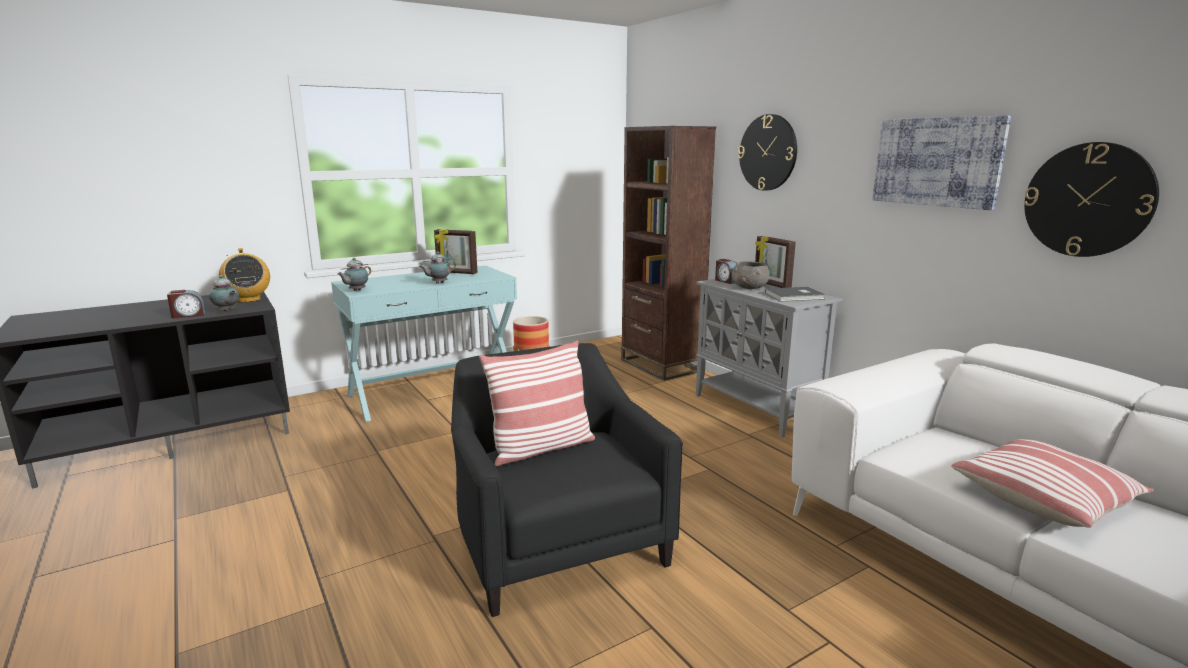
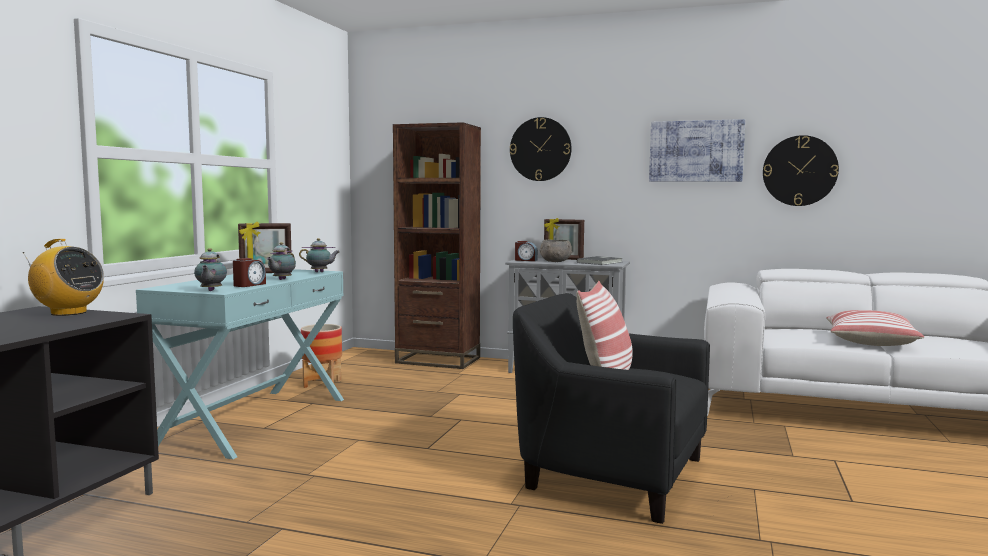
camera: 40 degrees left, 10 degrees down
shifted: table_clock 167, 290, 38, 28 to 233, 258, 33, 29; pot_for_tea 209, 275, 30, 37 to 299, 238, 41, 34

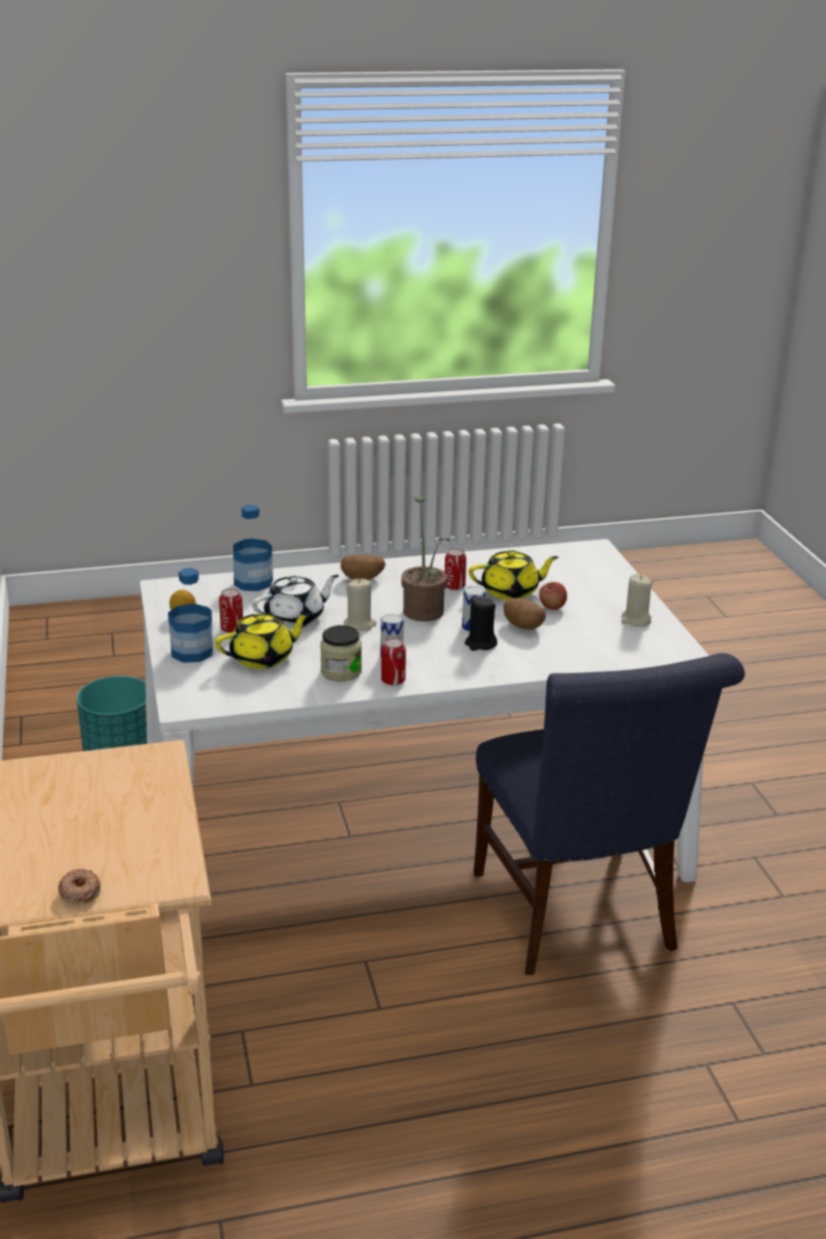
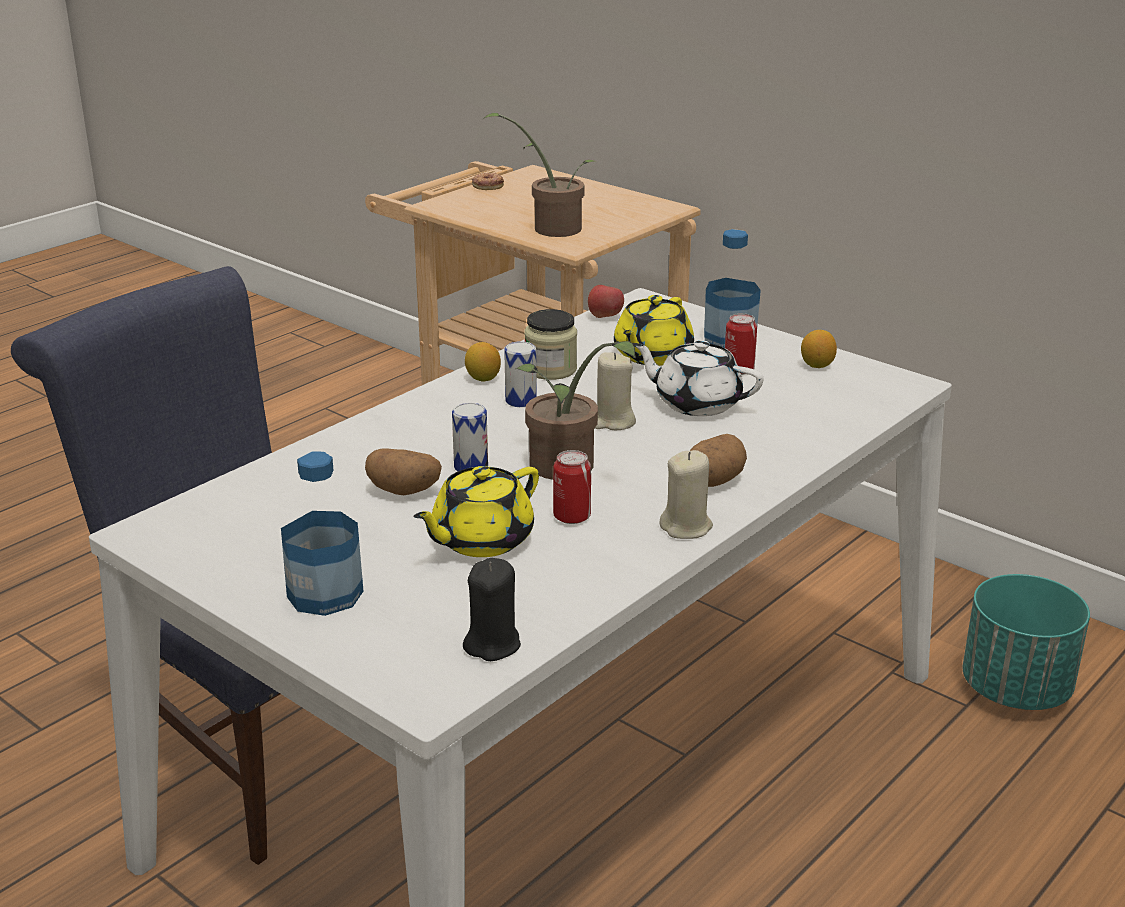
camera: 145 degrees right, 0 degrees up
new: plant_in_a_pot 482, 113, 117, 124
shifted: drink_bottle 233, 504, 40, 87 to 281, 451, 82, 165; black_candle 465, 597, 32, 54 to 463, 558, 58, 103; whole_apple 539, 582, 28, 28 to 588, 285, 36, 33; sand-coloured_candle 621, 574, 32, 53 to 660, 450, 53, 89
swapped: metal_can 381, 638, 25, 48 to lemon 465, 342, 36, 40
rotated: whitish_pot_for_tea 252, 575, 87, 53 = 633, 340, 131, 76 90 degrees clockwise

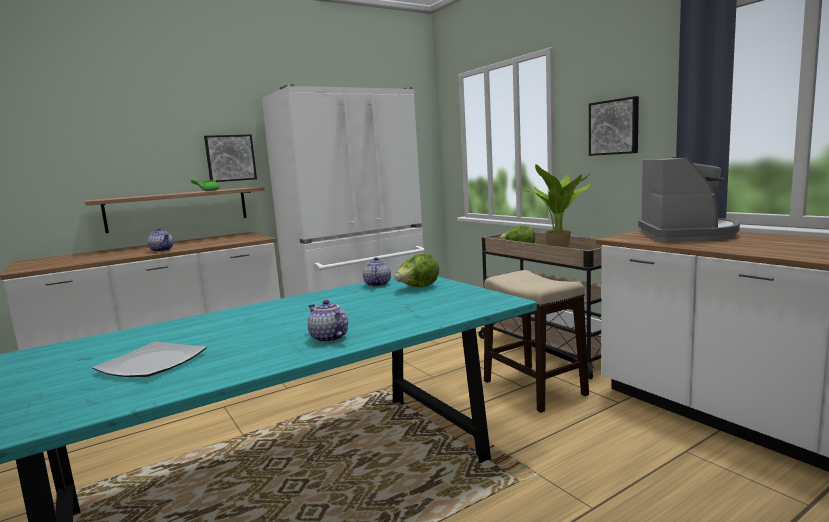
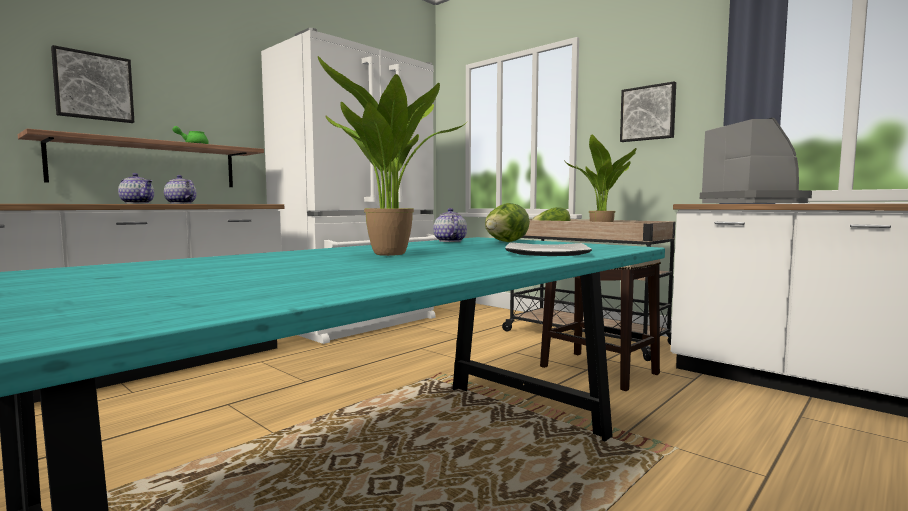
camera: 15 degrees left, 5 degrees down
new: plant_in_a_pot 318, 56, 150, 200
shifted: plate 92, 341, 115, 36 to 505, 242, 87, 14; wall_art 204, 134, 53, 48 to 51, 45, 83, 78; pot_for_tea 307, 300, 41, 43 to 164, 175, 32, 29

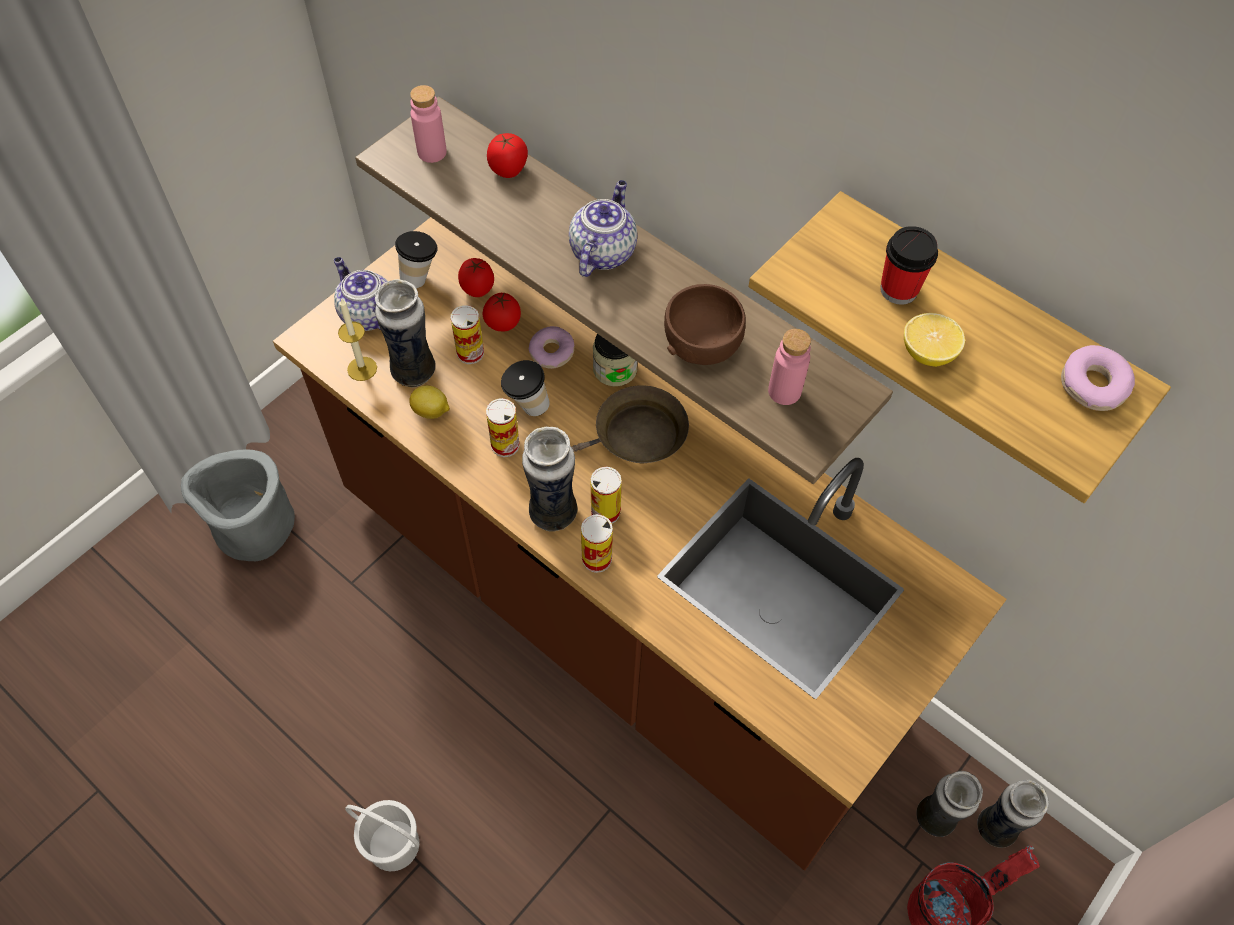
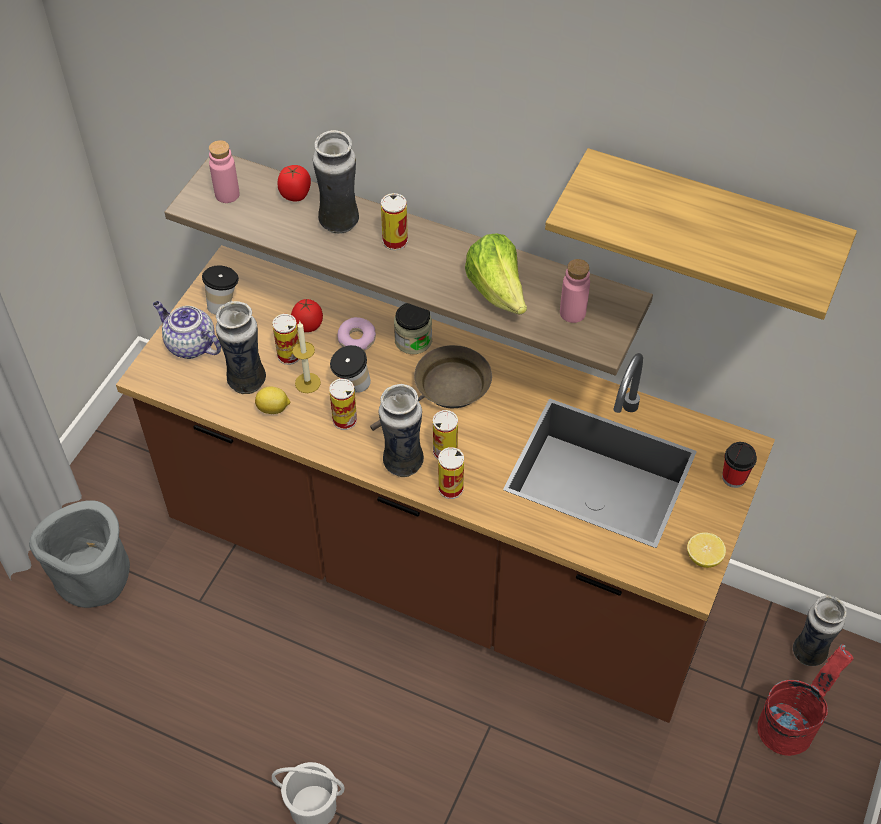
camera: 15 degrees left, 5 degrees down
gone: tomato 458, 258, 36, 39; ring_doughnut 1061, 345, 74, 66
shifted: candle 338, 298, 39, 83 to 292, 322, 29, 71; small_cup 880, 226, 58, 79 to 722, 442, 35, 46; lemon 904, 313, 61, 54 to 687, 532, 39, 36; vase 916, 771, 67, 66 to 313, 130, 46, 104
swapped: pot_for_tea 569, 180, 68, 97 to metal_can 381, 193, 27, 58; brown_bowl 664, 284, 82, 81 to lettuce 465, 233, 62, 82

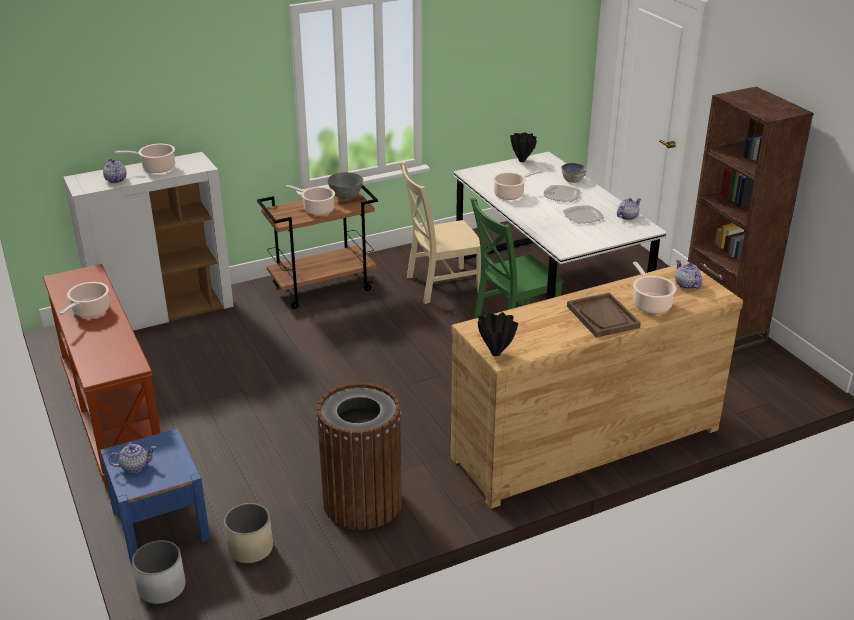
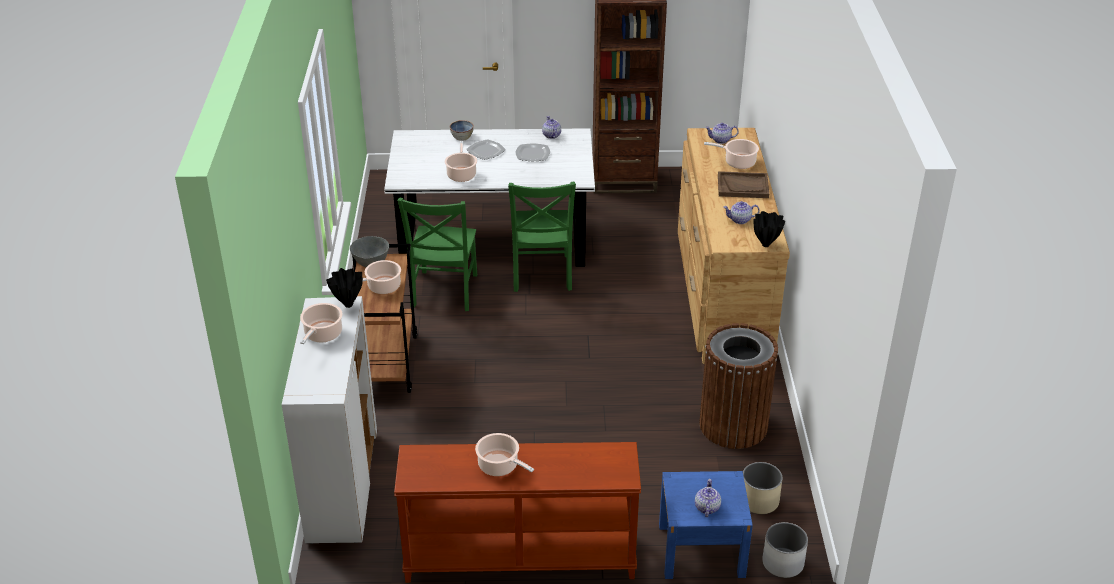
camera: 65 degrees left, 5 degrees up
shifted: pot_for_tea 103, 159, 23, 24 to 723, 201, 37, 23; black_vase 510, 132, 27, 30 to 326, 268, 37, 40
repainted: sand-coloured_plain_chair 400, 162, 81, 142 to green-coloured_plain_chair 397, 198, 80, 113

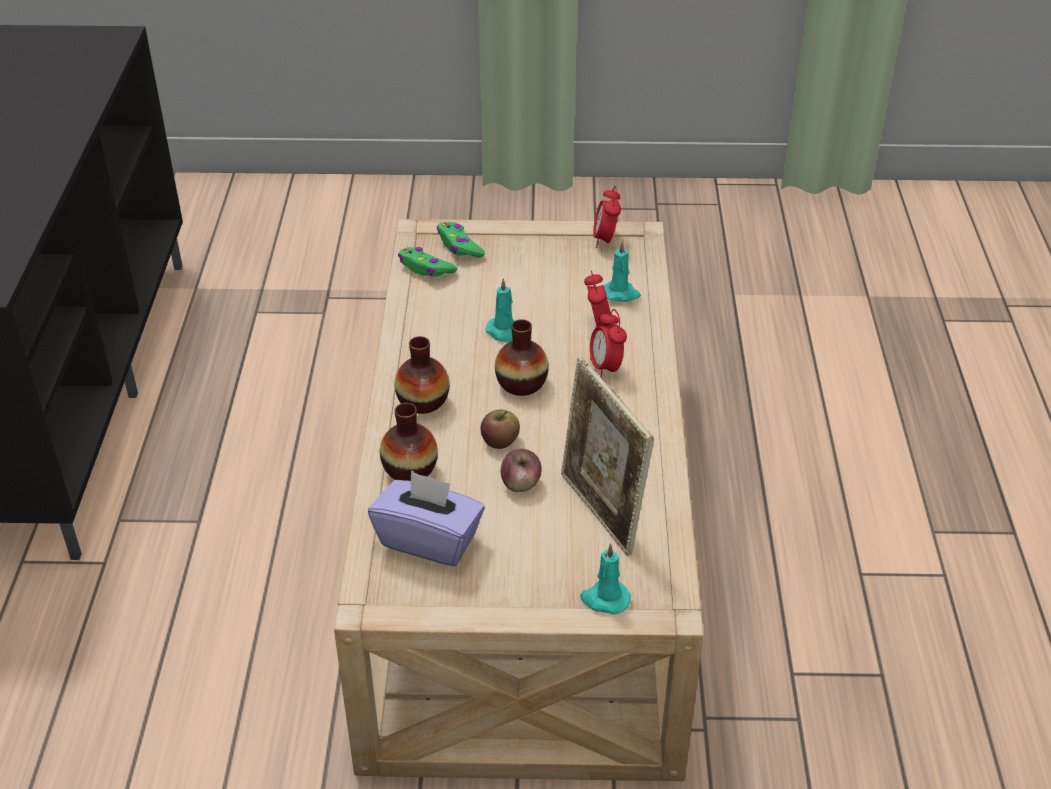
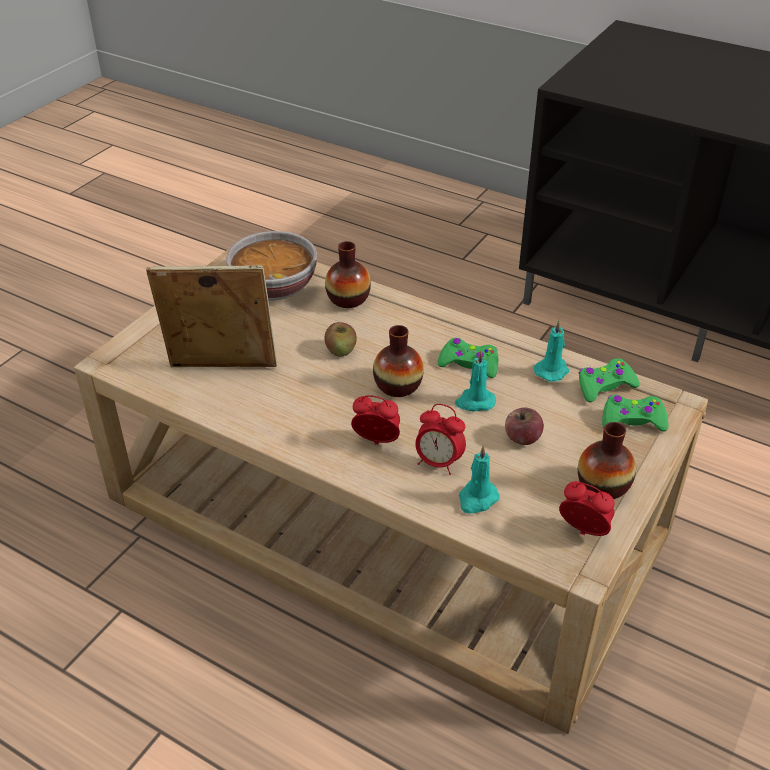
camera: 120 degrees right, 0 degrees up
new: green-coloured_joypad 437, 338, 61, 40
shifted: vase 394, 336, 56, 78 to 578, 422, 58, 77; whole_apple 501, 449, 41, 43 to 505, 408, 39, 37; blue-green_candle 580, 543, 51, 71 to 534, 321, 35, 61
swapped: purple_tissue_box 368, 471, 117, 95 to bowl 226, 231, 91, 69

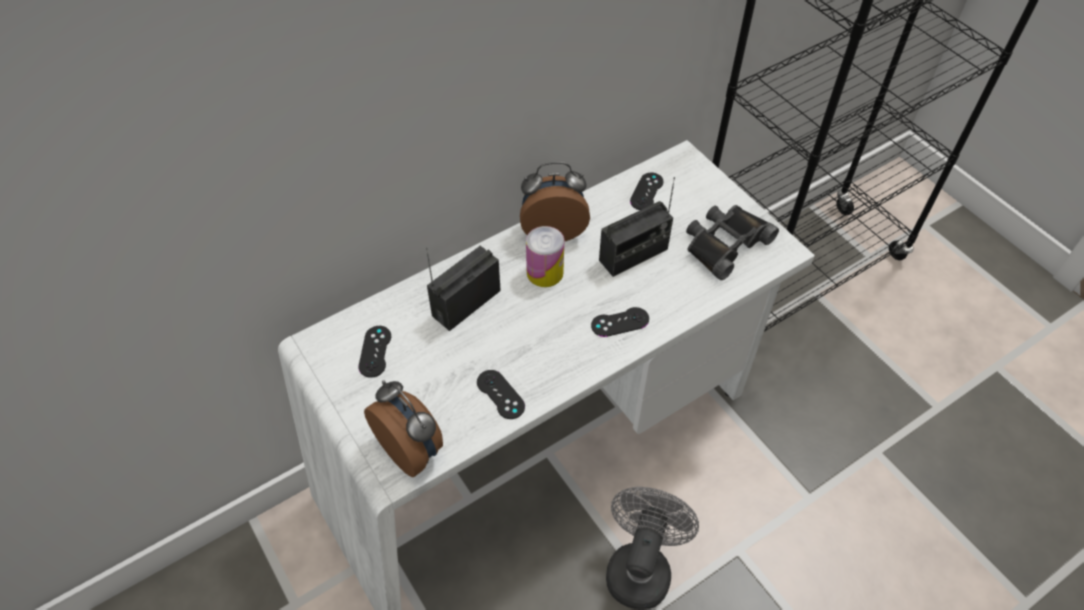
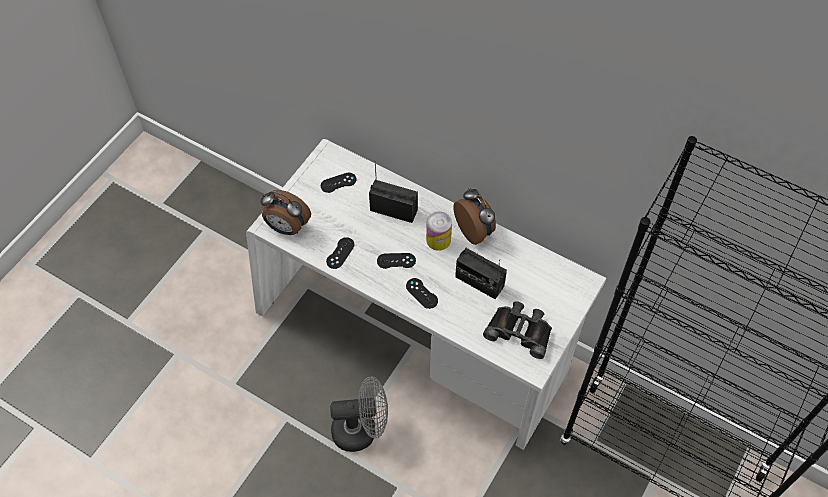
camera: 65 degrees right, 5 degrees up
shifted: black_joypad 630, 173, 34, 37 to 377, 253, 39, 16
rotated: table_clock 364, 380, 79, 97 = 261, 190, 50, 45 90 degrees clockwise

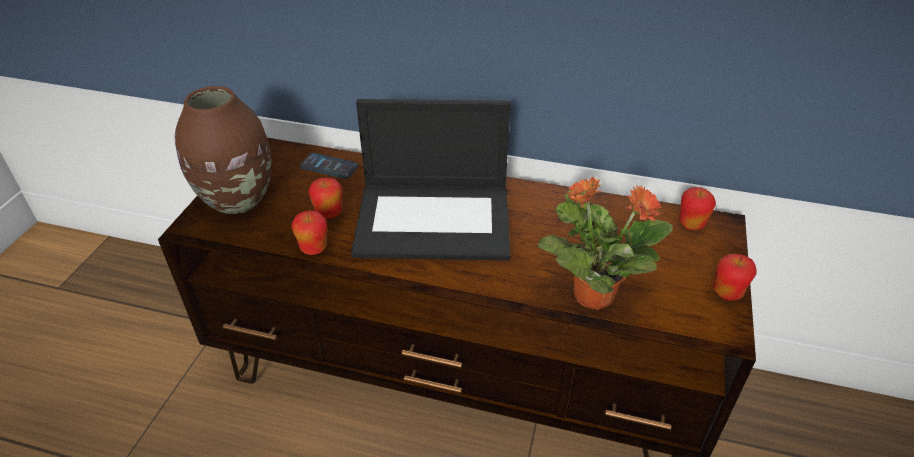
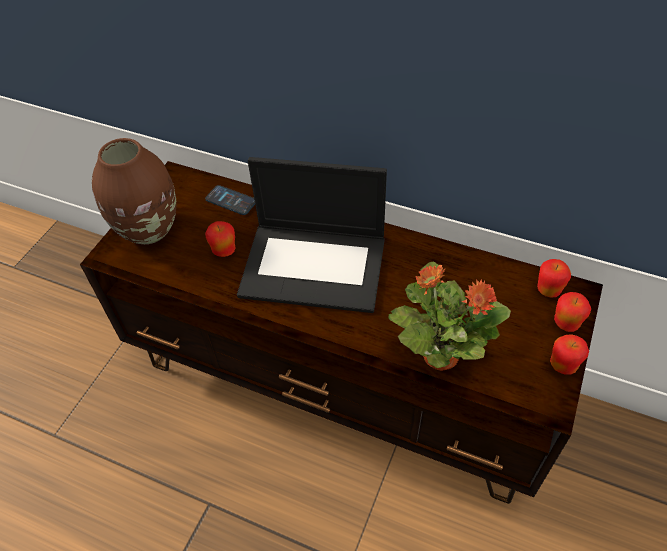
camera: 10 degrees right, 10 degrees up
shifted: whole_apple 292, 211, 35, 44 to 554, 292, 37, 40

